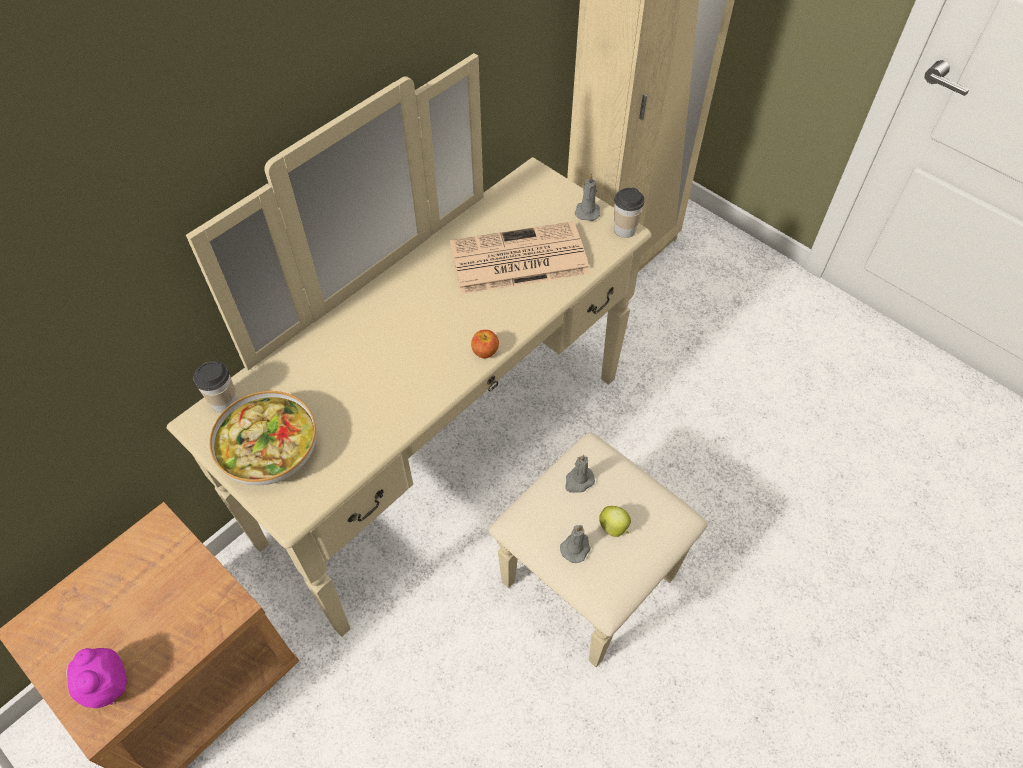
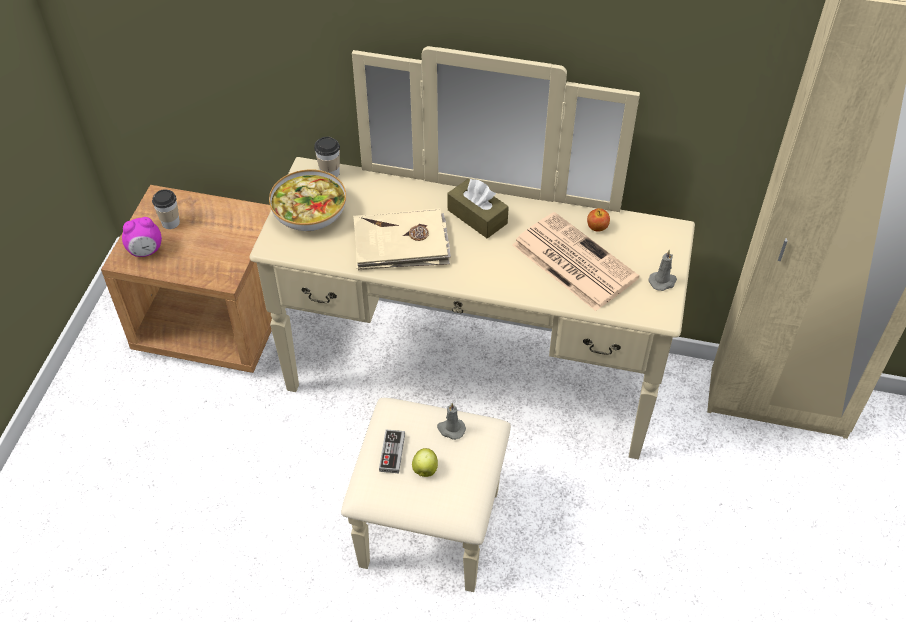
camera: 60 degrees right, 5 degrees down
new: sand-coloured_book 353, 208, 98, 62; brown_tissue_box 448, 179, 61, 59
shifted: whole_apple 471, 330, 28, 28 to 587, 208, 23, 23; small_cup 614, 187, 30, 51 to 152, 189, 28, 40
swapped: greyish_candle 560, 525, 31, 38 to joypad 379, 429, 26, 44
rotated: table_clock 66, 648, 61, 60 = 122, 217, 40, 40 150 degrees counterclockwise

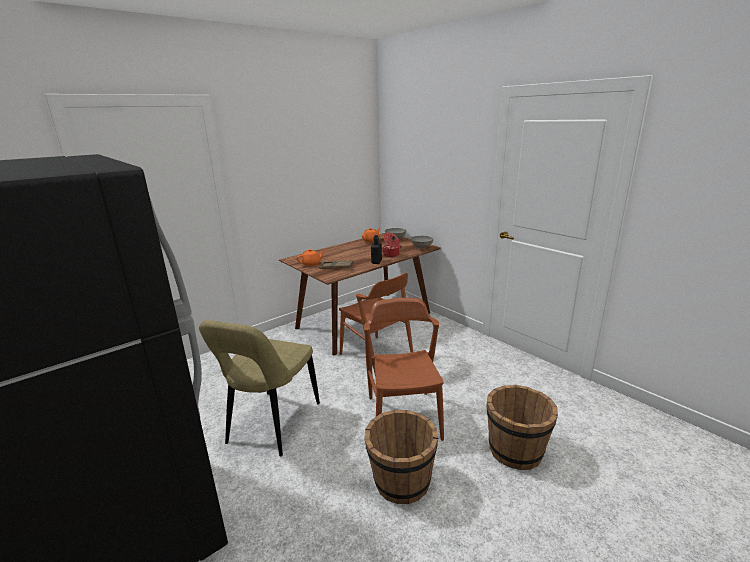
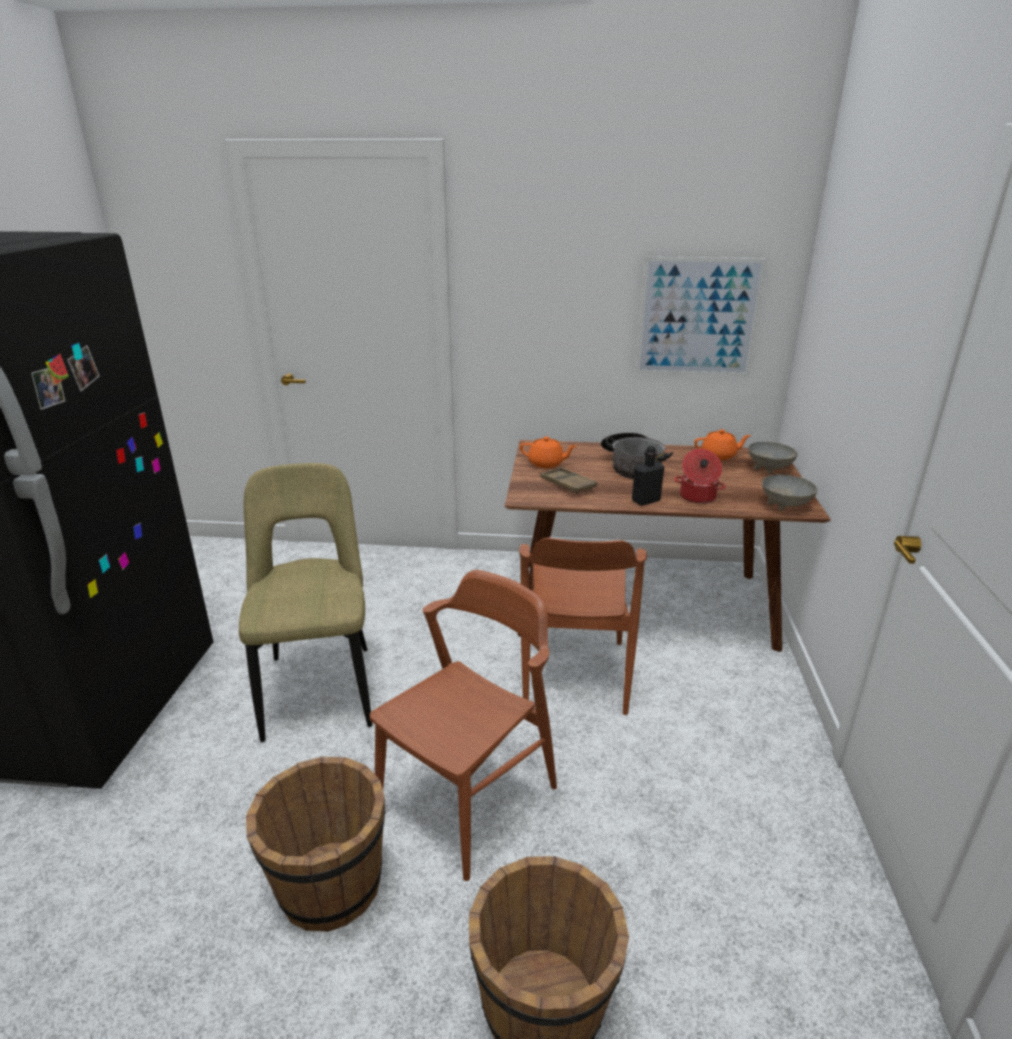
camera: 45 degrees right, 5 degrees up
new: cooking_pot 601, 432, 72, 47; wall_art 636, 257, 131, 119
rotated: sand-coloured_plain_chair 199, 320, 121, 137 = 239, 463, 133, 279 105 degrees clockwise

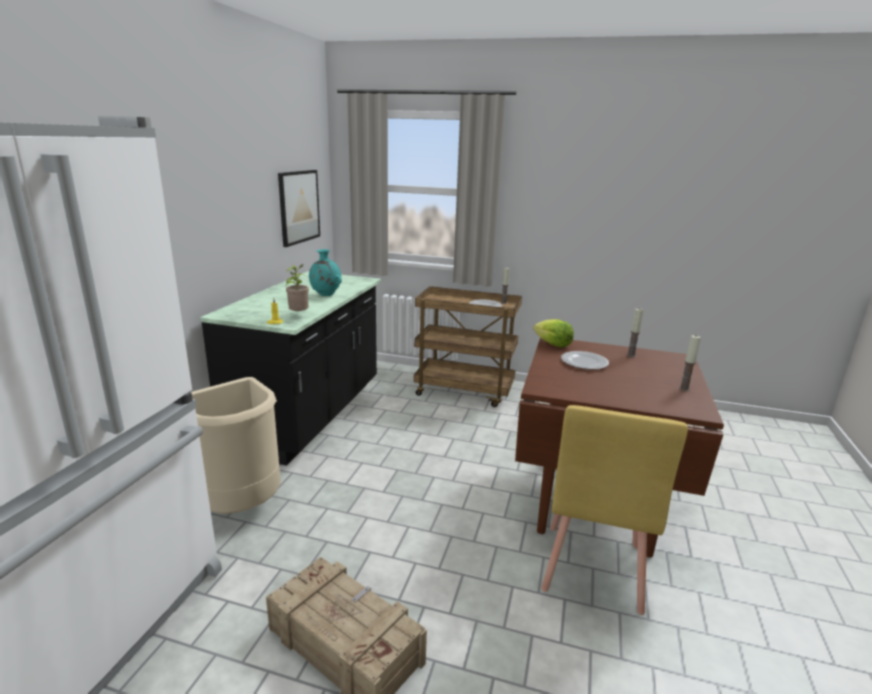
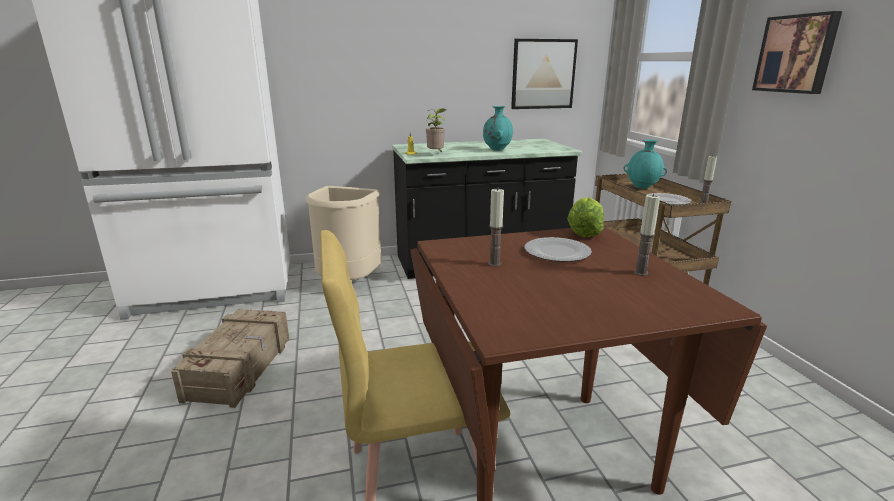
camera: 60 degrees right, 0 degrees up
new: blue-green_vase 624, 139, 43, 50; wall_art 752, 11, 90, 83
shifted: candle 679, 335, 22, 56 to 488, 188, 16, 79

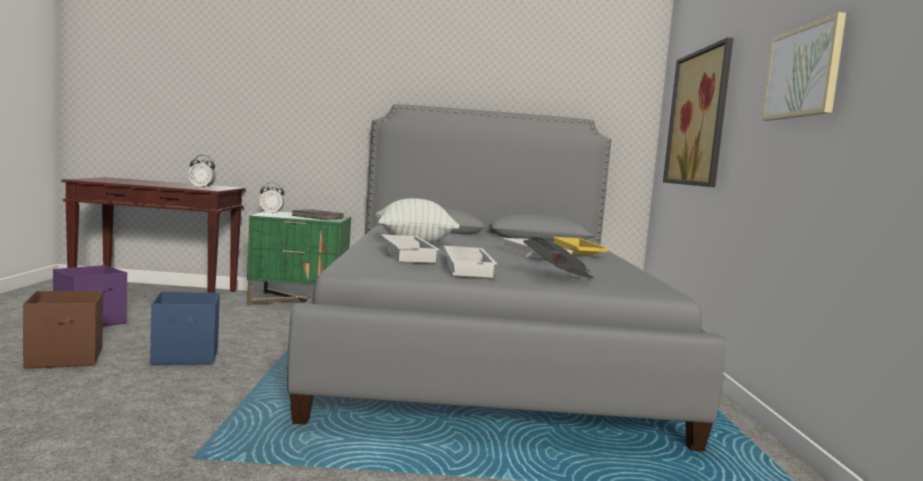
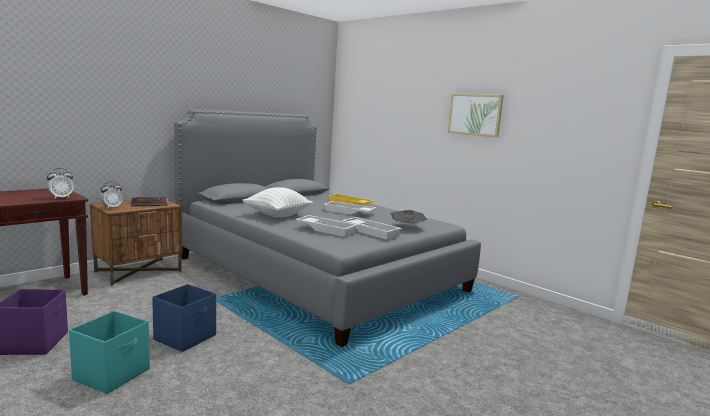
camera: 45 degrees left, 5 degrees up
gone: wall_art 663, 38, 70, 149
repainted: brown_storage_box 23, 291, 80, 78 to blue-green_storage_box 69, 311, 81, 83; green-coloured_nightstand 247, 211, 104, 94 to brown_nightstand 90, 200, 93, 86

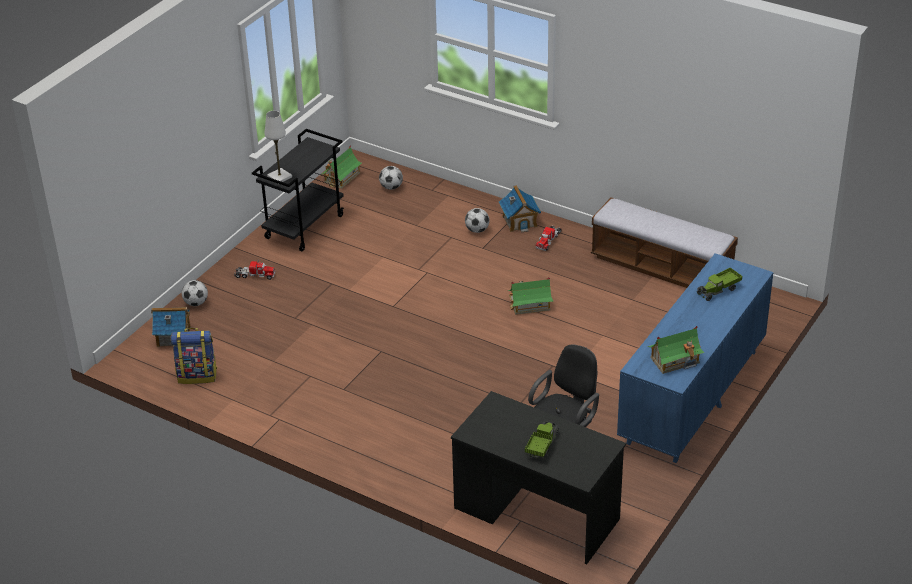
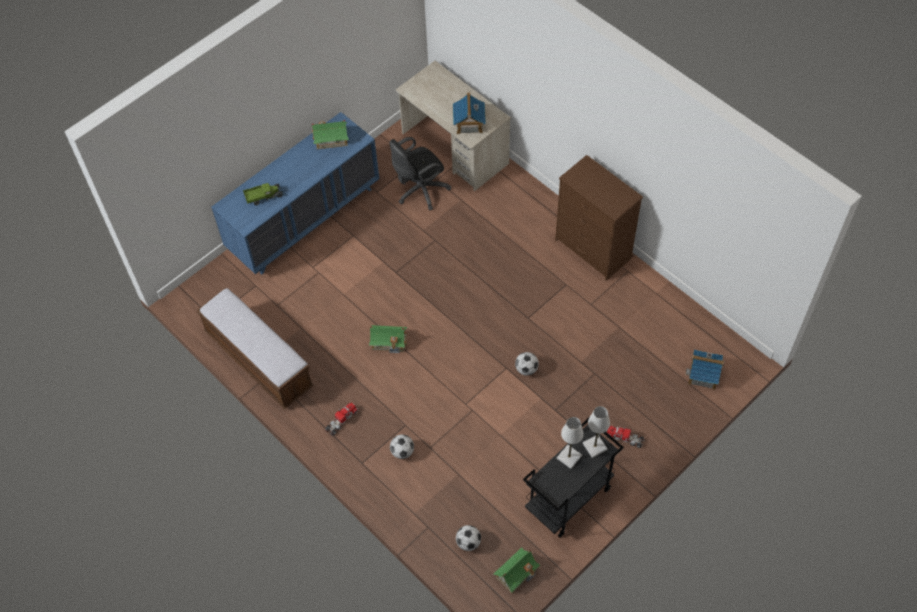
camera: 165 degrees left, 20 degrees up
gone: knapsack 171, 328, 46, 56; toy_truck 525, 421, 34, 38
new: brown_dresser 555, 155, 88, 126; whitish_tabletop_lamp 557, 417, 27, 52
shifted: football 182, 280, 26, 26 to 515, 352, 24, 24; model_house 499, 185, 42, 47 to 453, 92, 33, 42
repainted: black_desk 451, 391, 175, 173 to sand-coloured_desk 396, 60, 115, 131

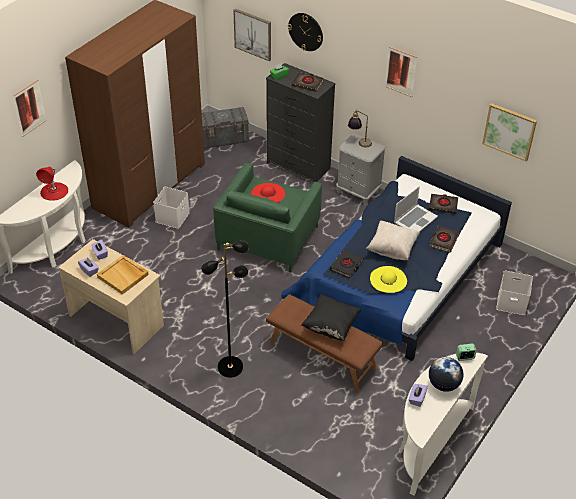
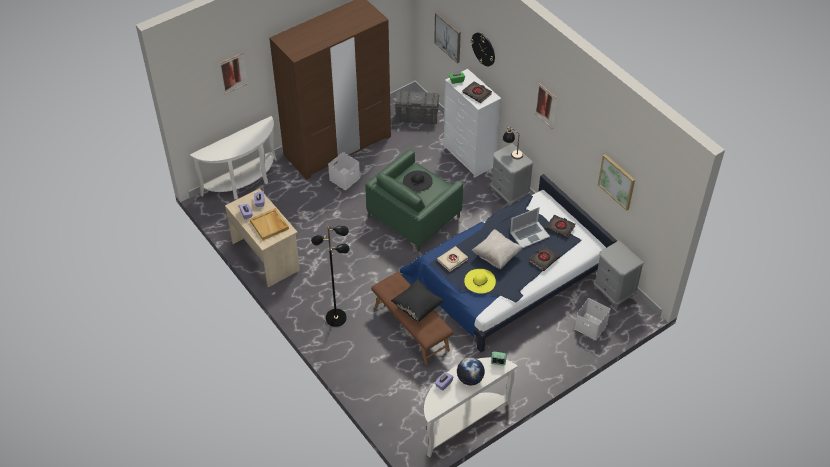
camera: 20 degrees right, 5 degrees up
gone: red-coloured_tabletop_lamp 36, 167, 32, 34
new: greyish_nightstand 594, 240, 50, 69
repainted: red-coloured_hat 251, 183, 34, 20 to black_hat 403, 171, 30, 21; black_dresser 266, 63, 70, 120 to whitish_dresser 444, 69, 57, 109; black_book 330, 250, 34, 28 to sand-coloured_book 437, 246, 31, 26

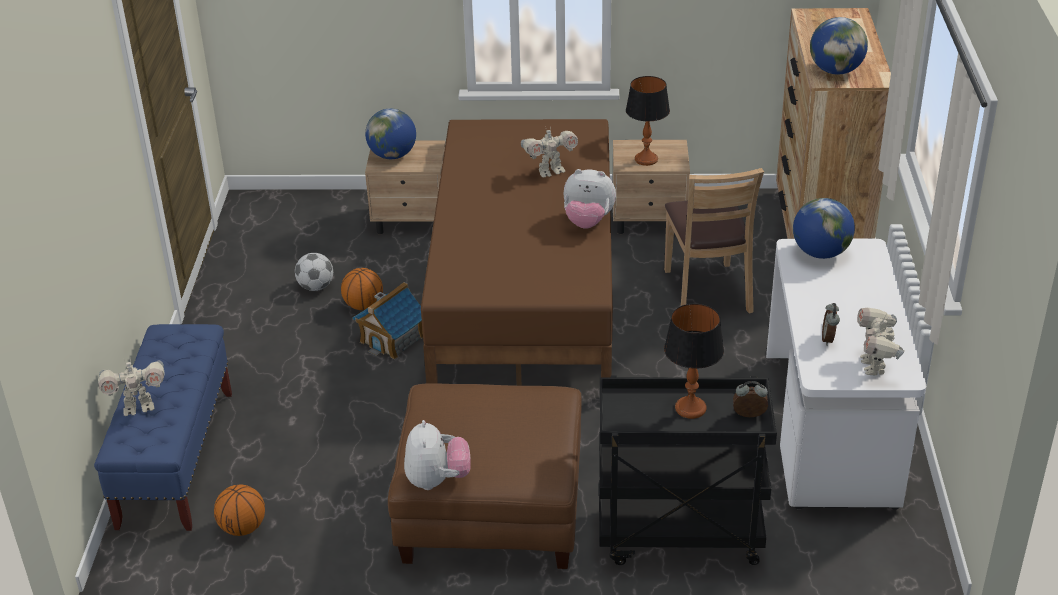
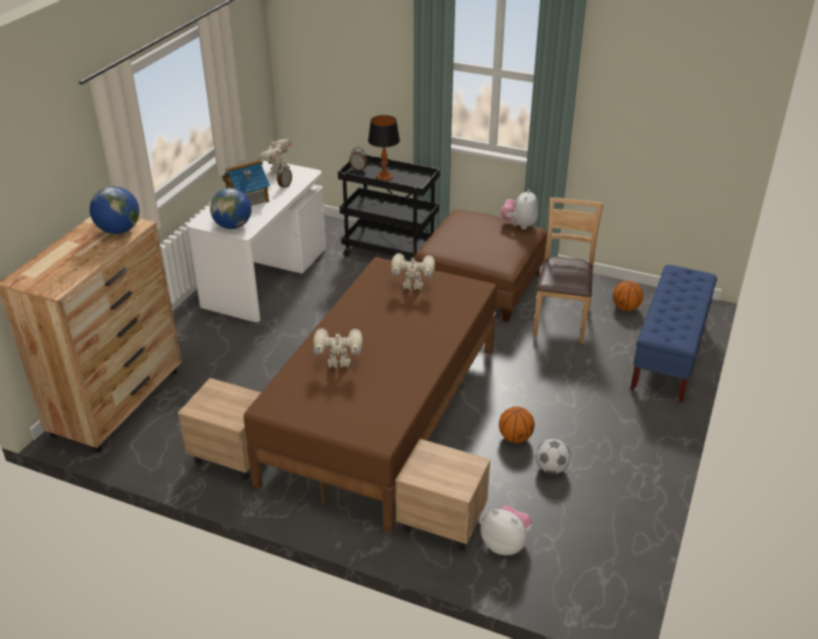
camera: 160 degrees left, 0 degrees up
gone: globe 365, 108, 51, 51; tabletop_lamp 626, 76, 44, 90
shifted: toy_robot 98, 357, 67, 59 to 390, 253, 45, 37; model_house 352, 282, 71, 78 to 222, 159, 48, 47; cuddly_toy 563, 169, 53, 60 to 480, 505, 52, 50; brown_plain_chair 664, 168, 100, 145 to 533, 198, 70, 145

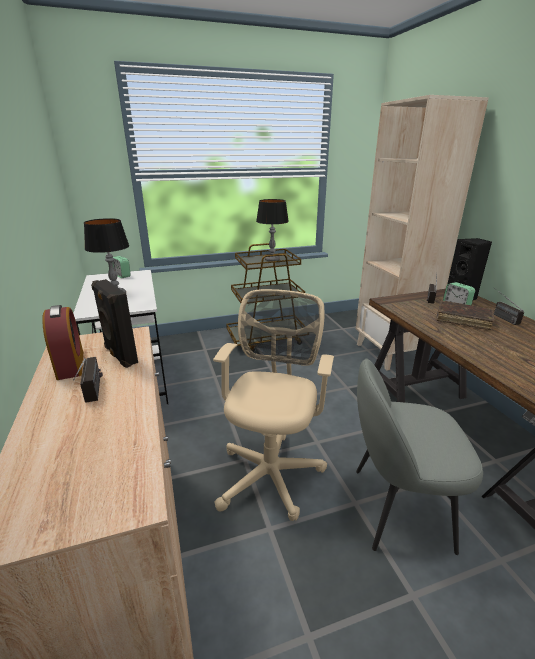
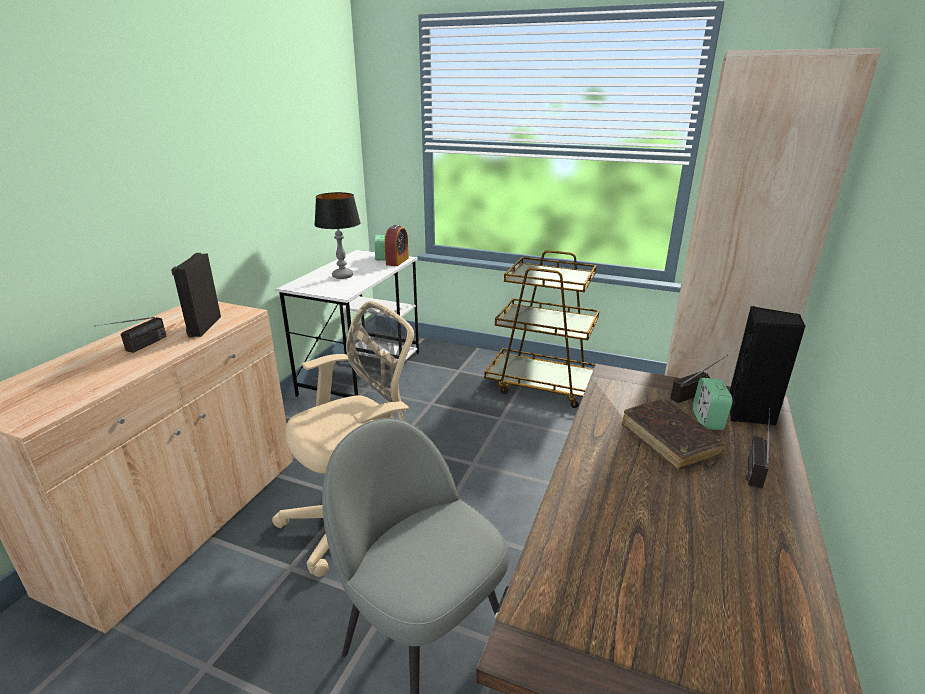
camera: 40 degrees right, 0 degrees up
gone: tabletop_lamp 256, 199, 33, 63
shifted: table_clock 42, 305, 41, 75 to 385, 225, 24, 41

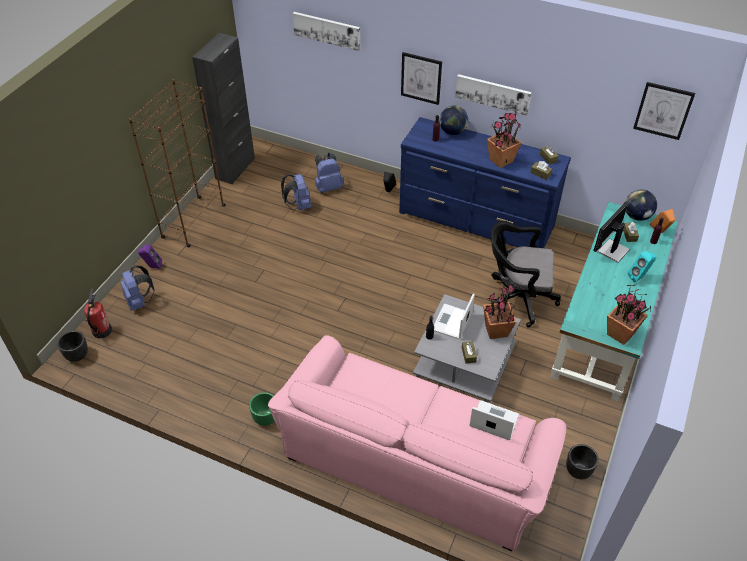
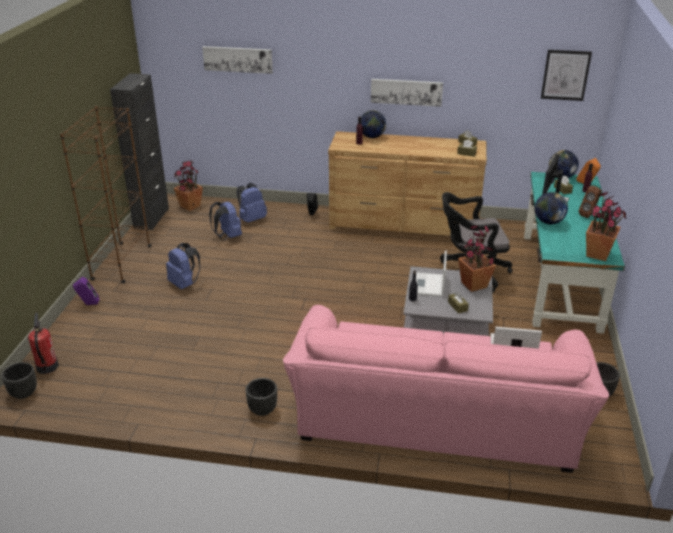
camera: 15 degrees left, 15 degrees down
gone: wall_art 401, 52, 41, 53
new: globe 535, 192, 33, 32
shifted: blue_knapsack 120, 265, 35, 46 to 166, 243, 34, 46; plant_in_a_pot 487, 109, 34, 59 to 174, 160, 29, 51
repainted: green-coloured_planter 249, 392, 26, 34 to black_planter 245, 378, 32, 38; blue_dresser 399, 117, 172, 131 to brown_dresser 328, 131, 159, 105; blue-green_audio_speaker 628, 251, 28, 31 to brown_audio_speaker 579, 185, 23, 33

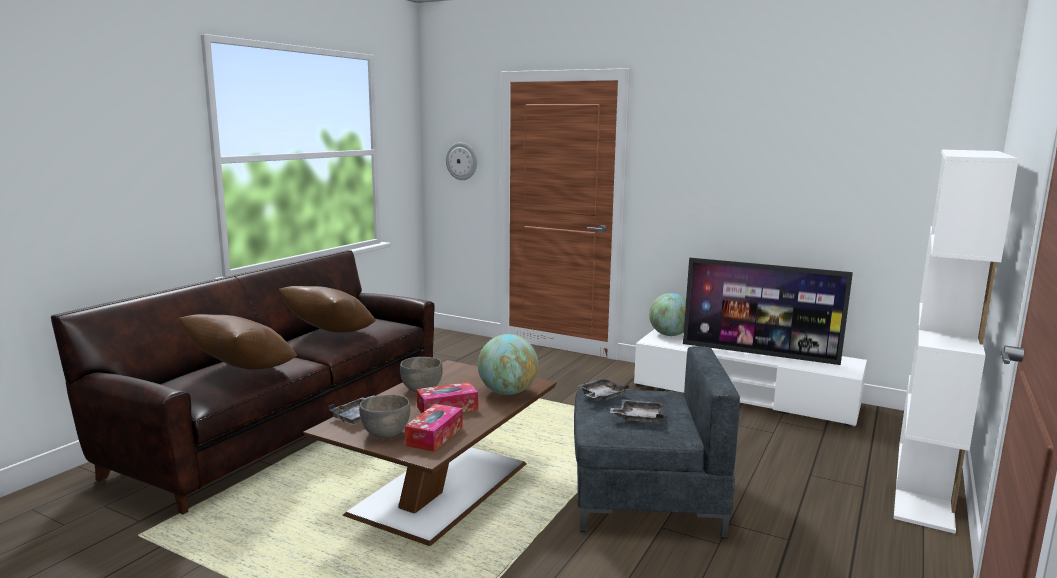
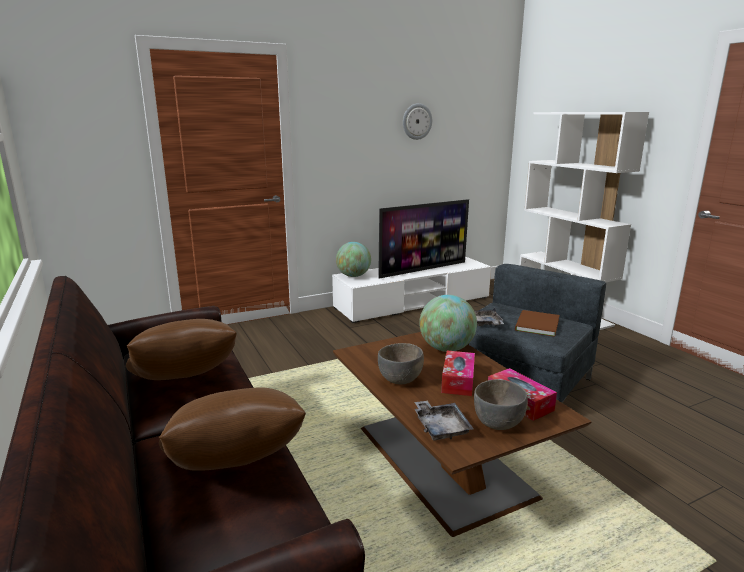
camera: 55 degrees left, 5 degrees up
shifted: clock_on_the_wall 446, 143, 31, 37 to 403, 103, 29, 37
swapped: greyish_carrying_tray 610, 399, 54, 24 to brown_book 515, 310, 45, 27

